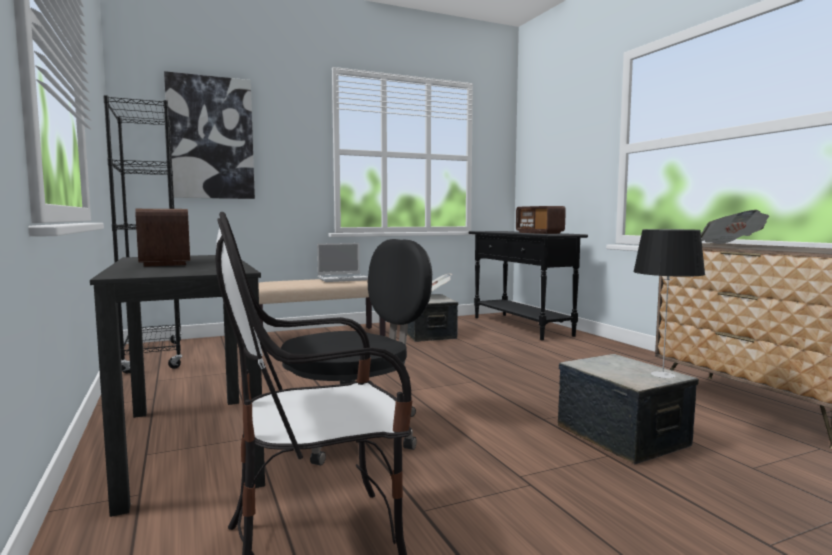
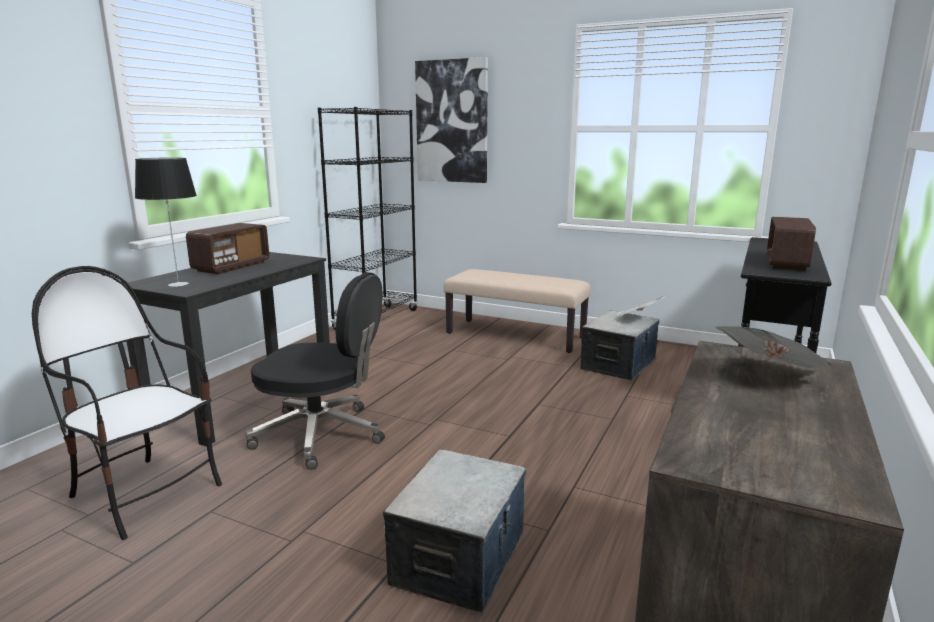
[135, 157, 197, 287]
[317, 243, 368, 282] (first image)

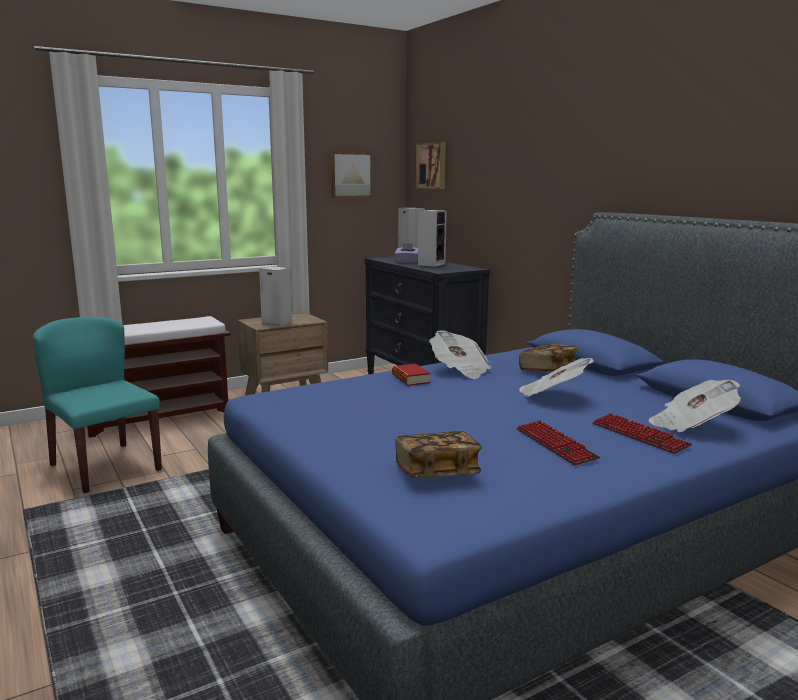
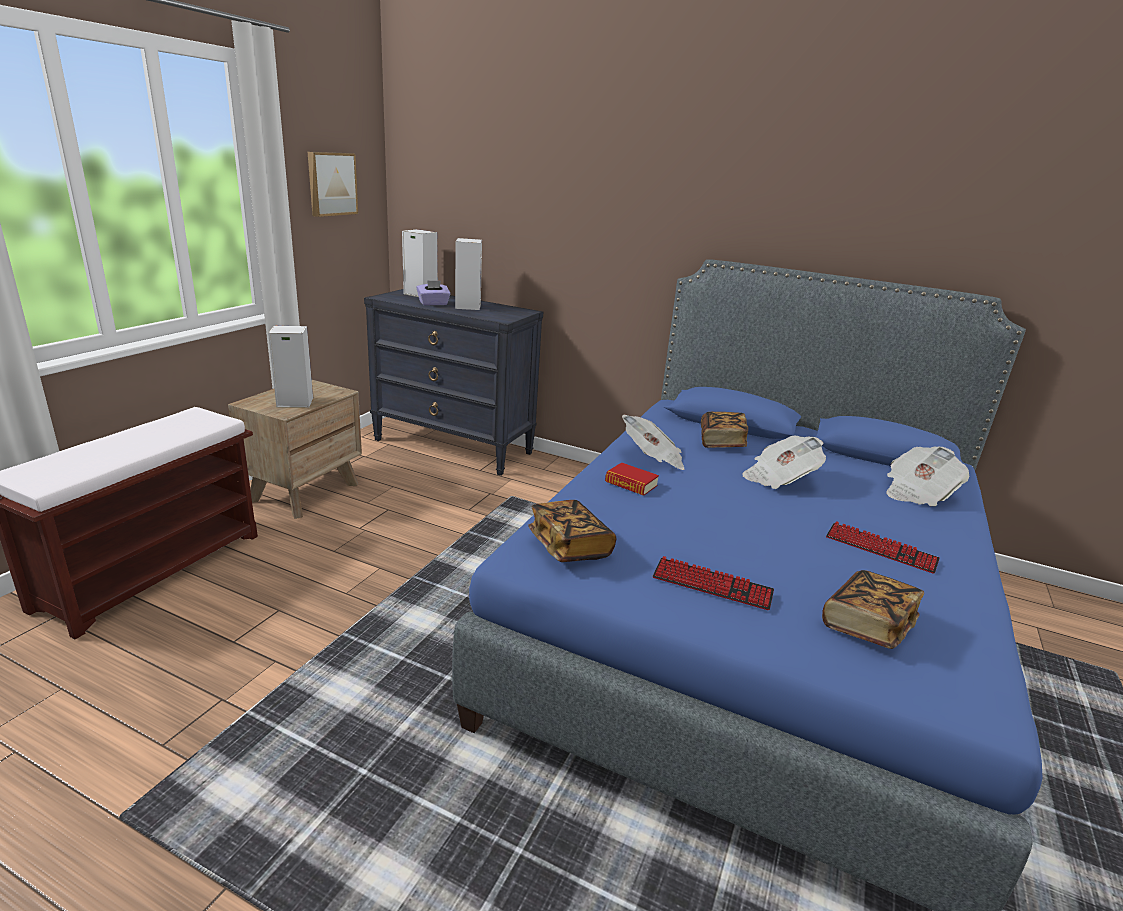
[528, 500, 616, 562]
[653, 556, 774, 610]
[33, 317, 162, 493] (first image)
[416, 142, 446, 189] (first image)

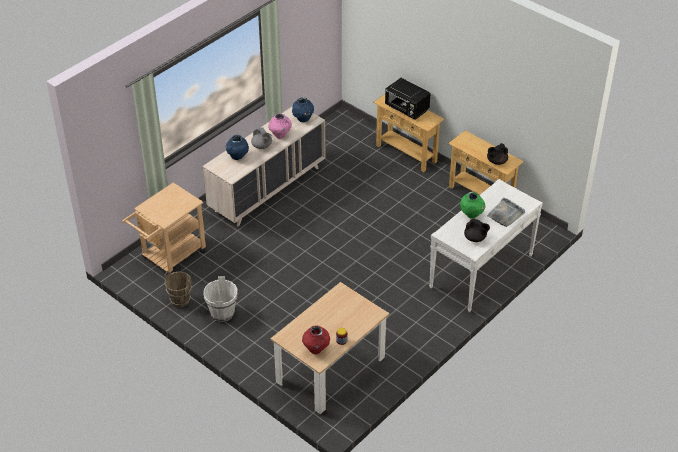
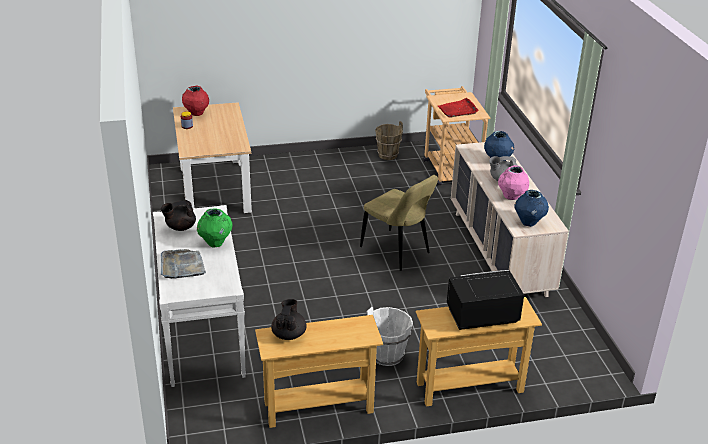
[360, 175, 438, 271]
[367, 307, 413, 366]
[438, 98, 479, 118]

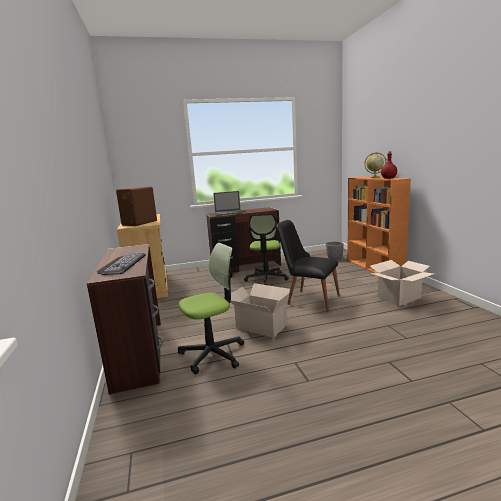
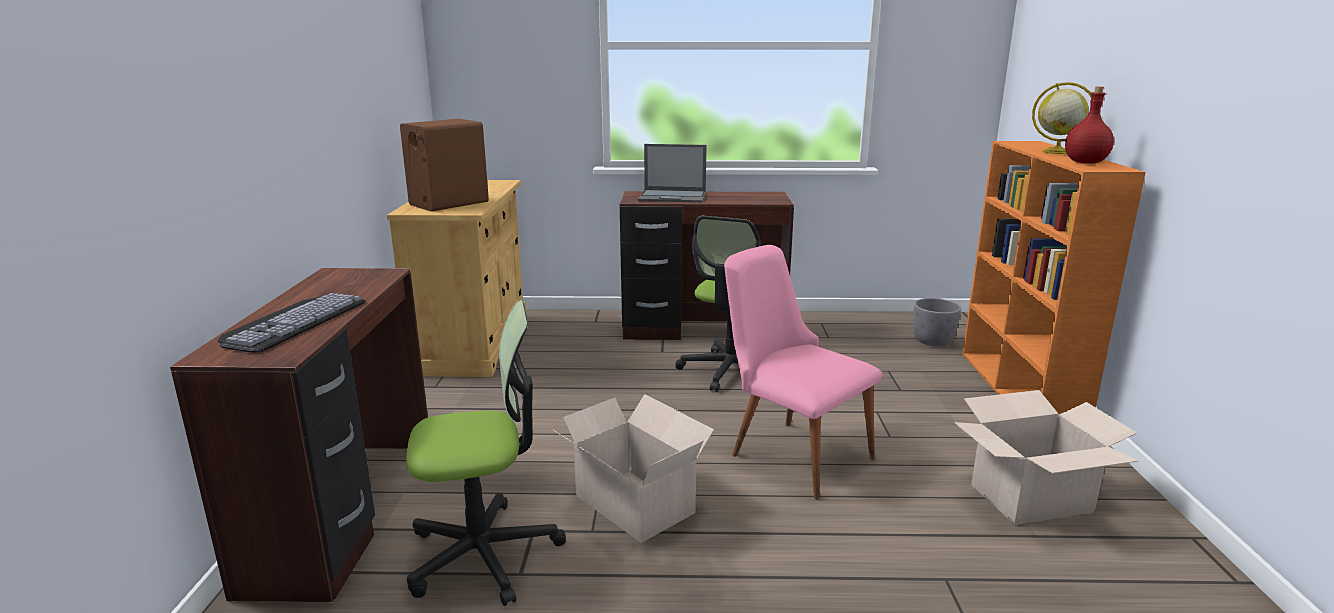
[724, 245, 882, 500]

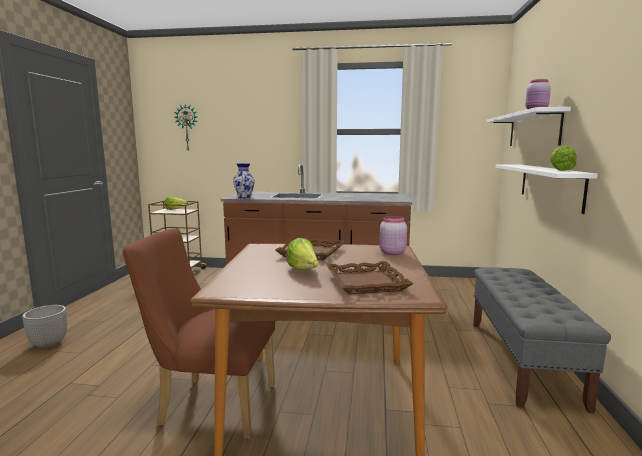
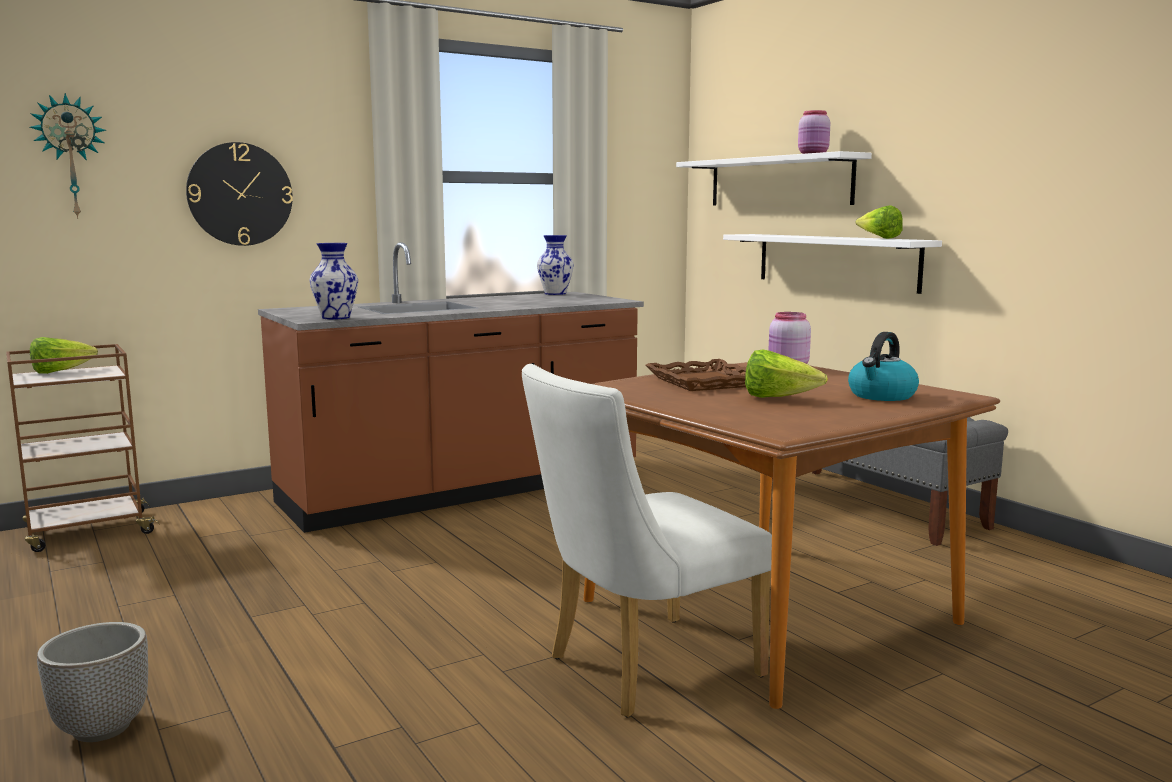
[186, 142, 293, 246]
[522, 364, 772, 718]
[537, 235, 574, 295]
[848, 332, 919, 401]

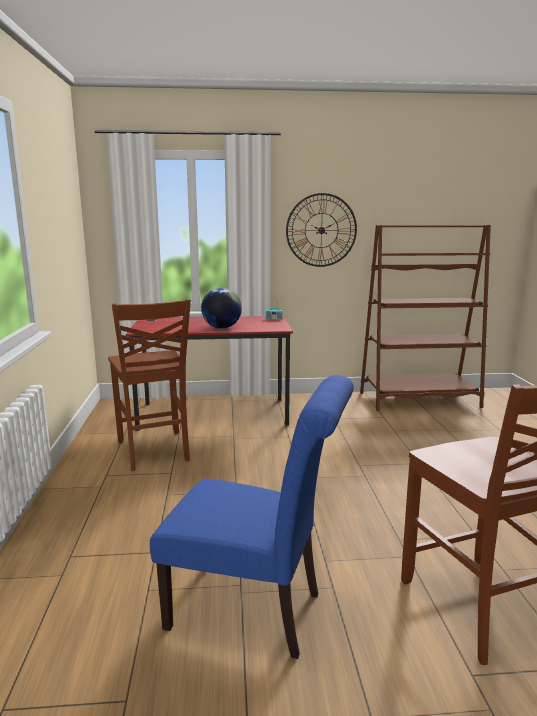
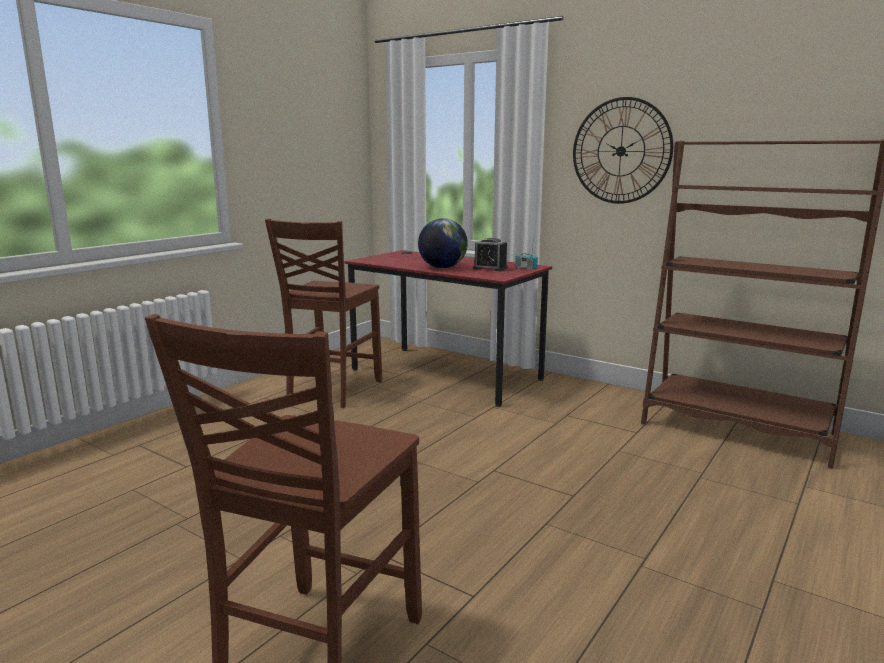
[473, 238, 508, 271]
[150, 375, 354, 659] (first image)

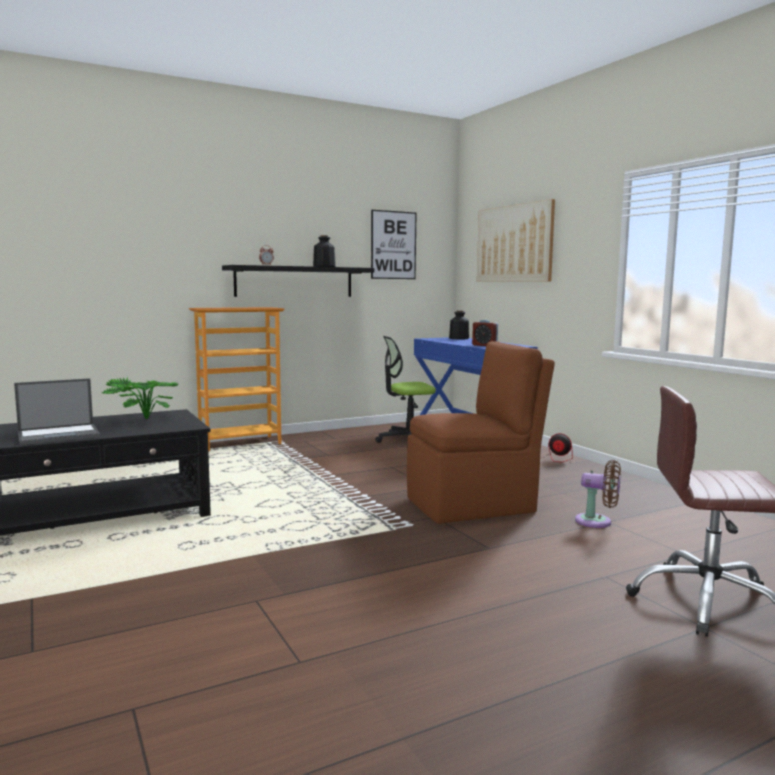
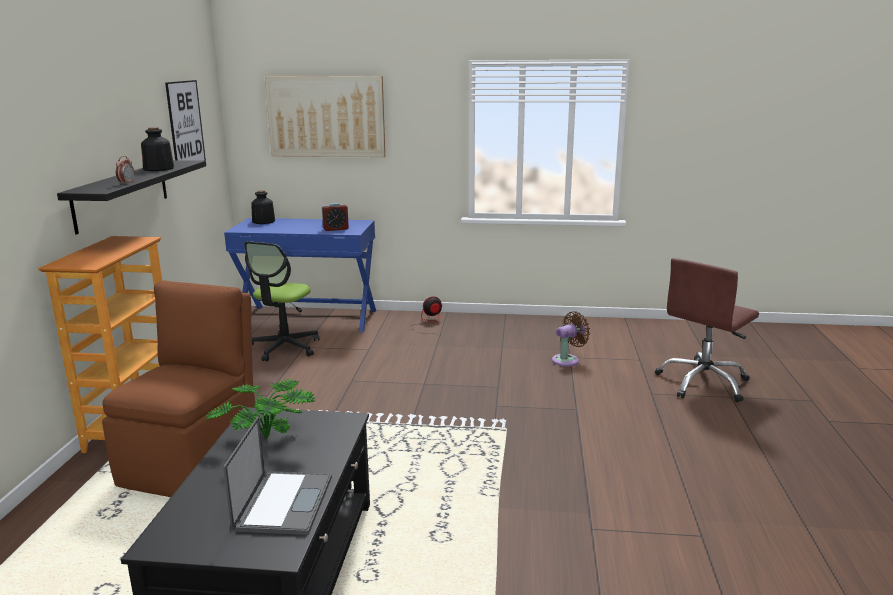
[102, 280, 256, 497]

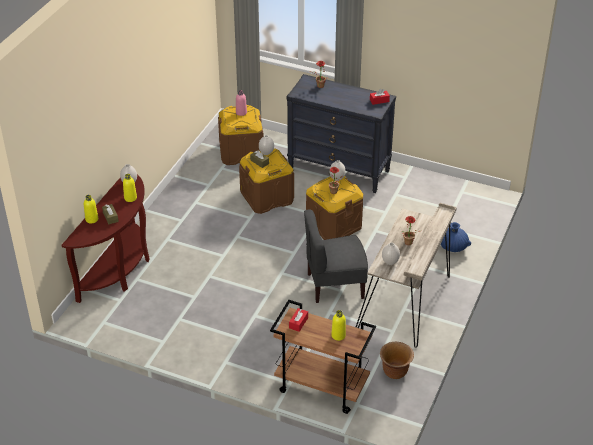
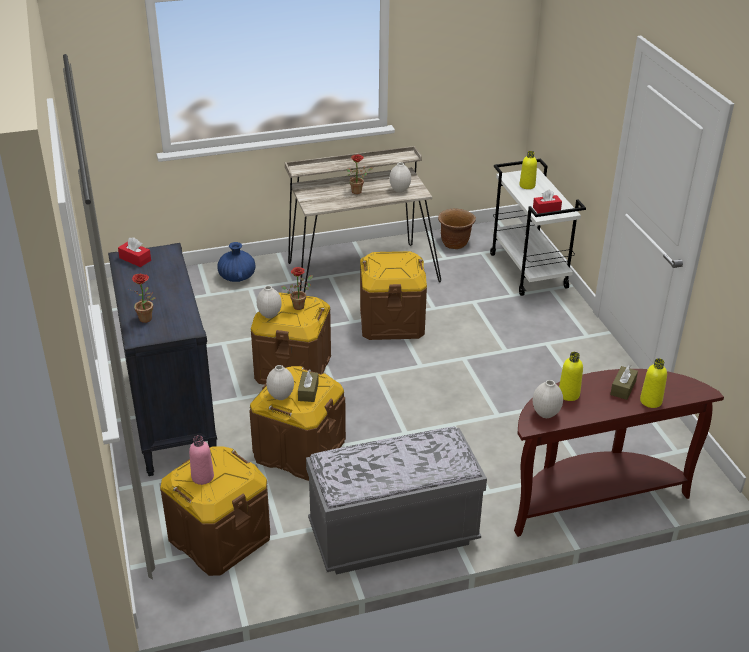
[306, 427, 487, 574]
[360, 251, 427, 340]
[490, 159, 586, 296]

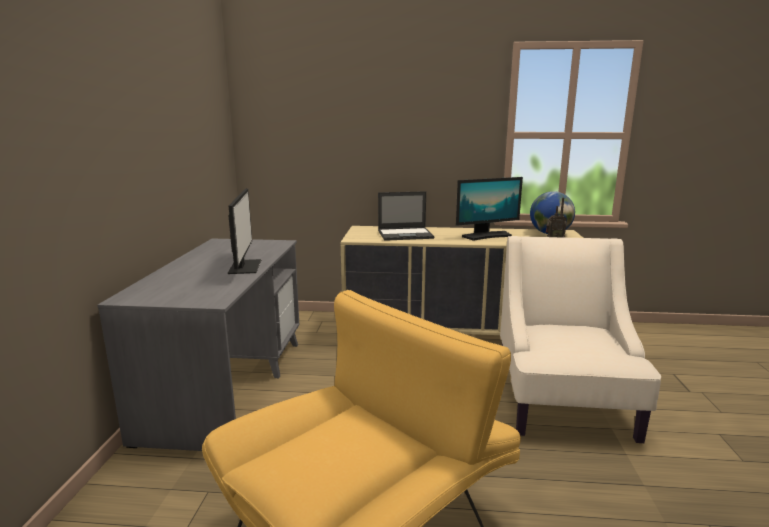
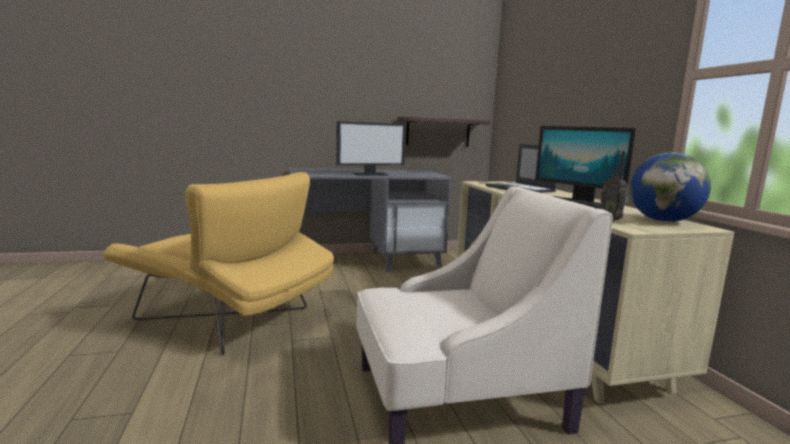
[397, 117, 491, 146]

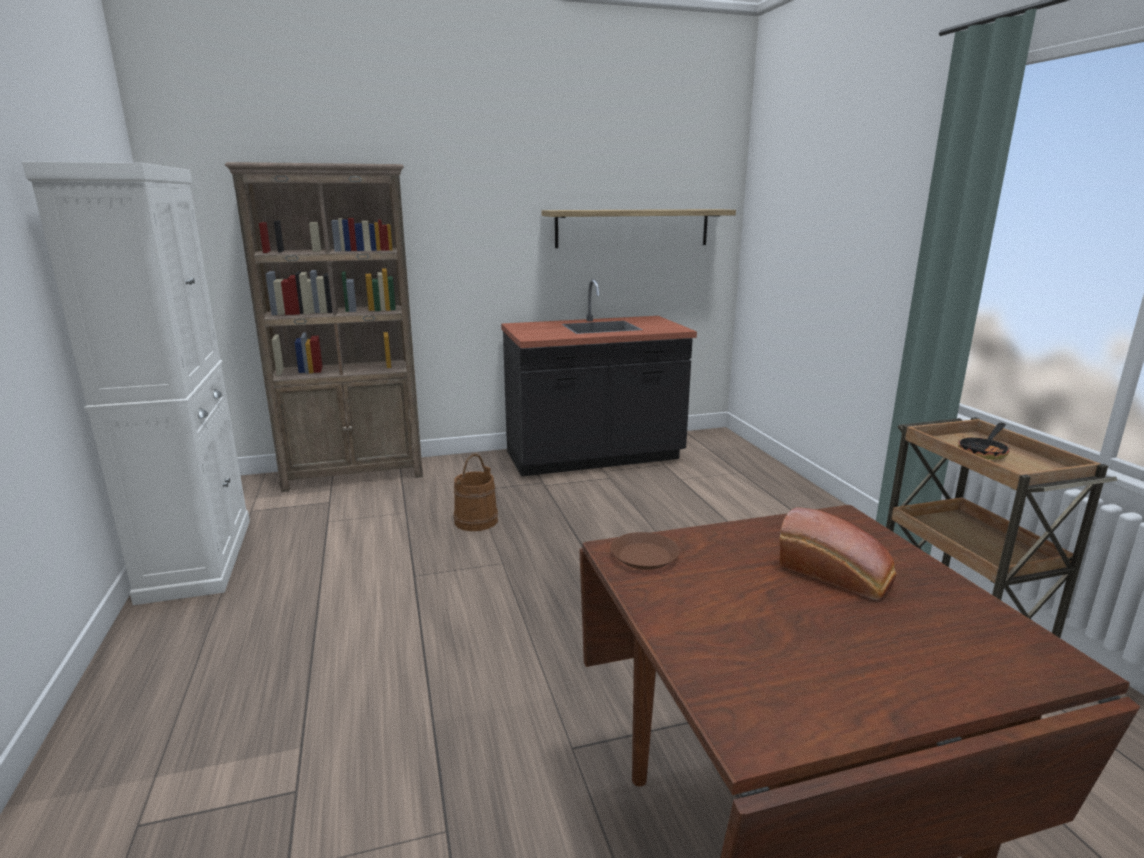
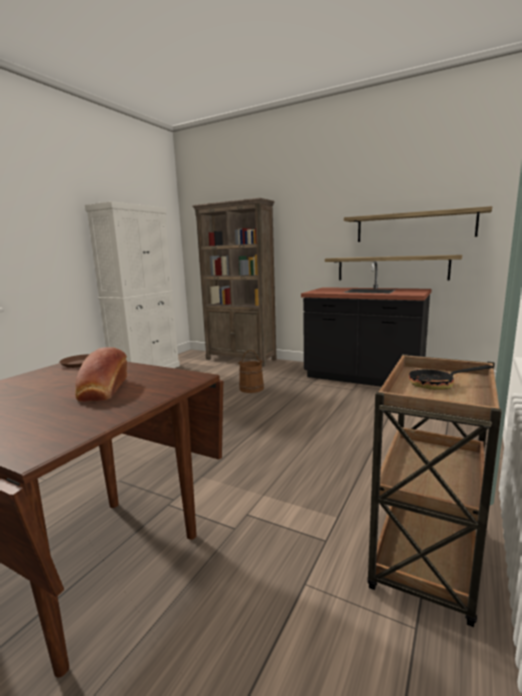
[325, 255, 462, 280]

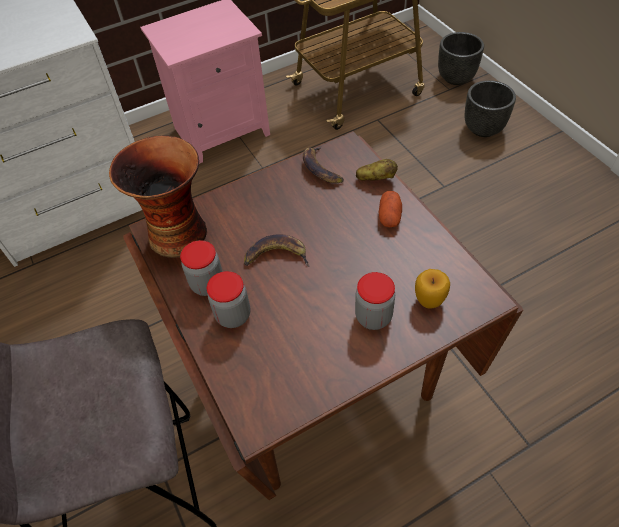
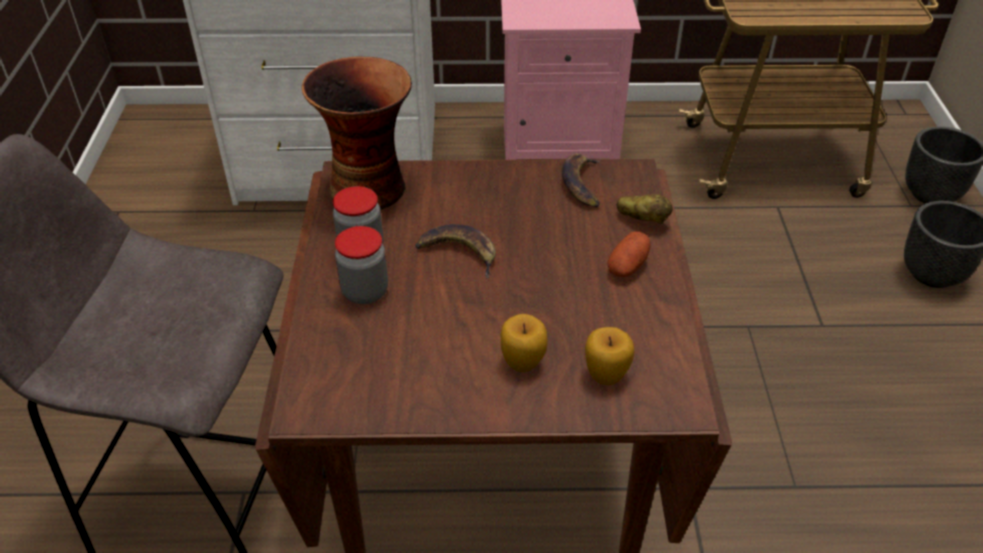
[501, 314, 548, 372]

